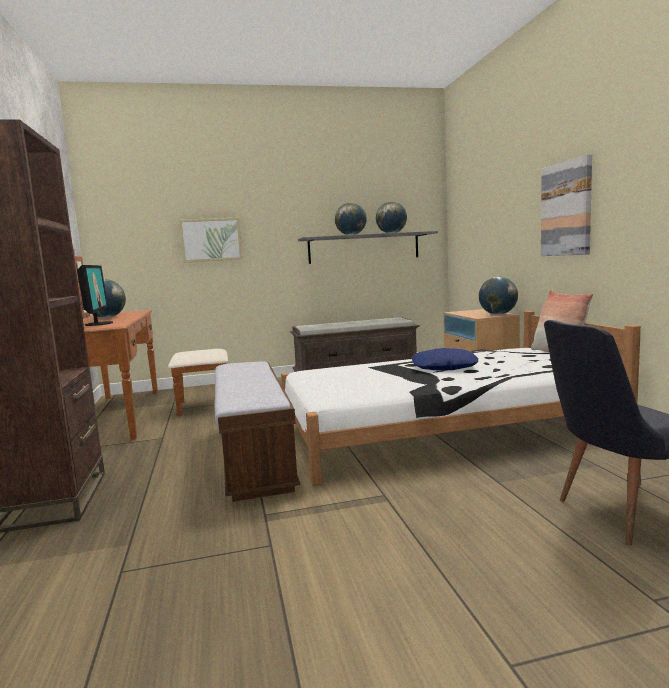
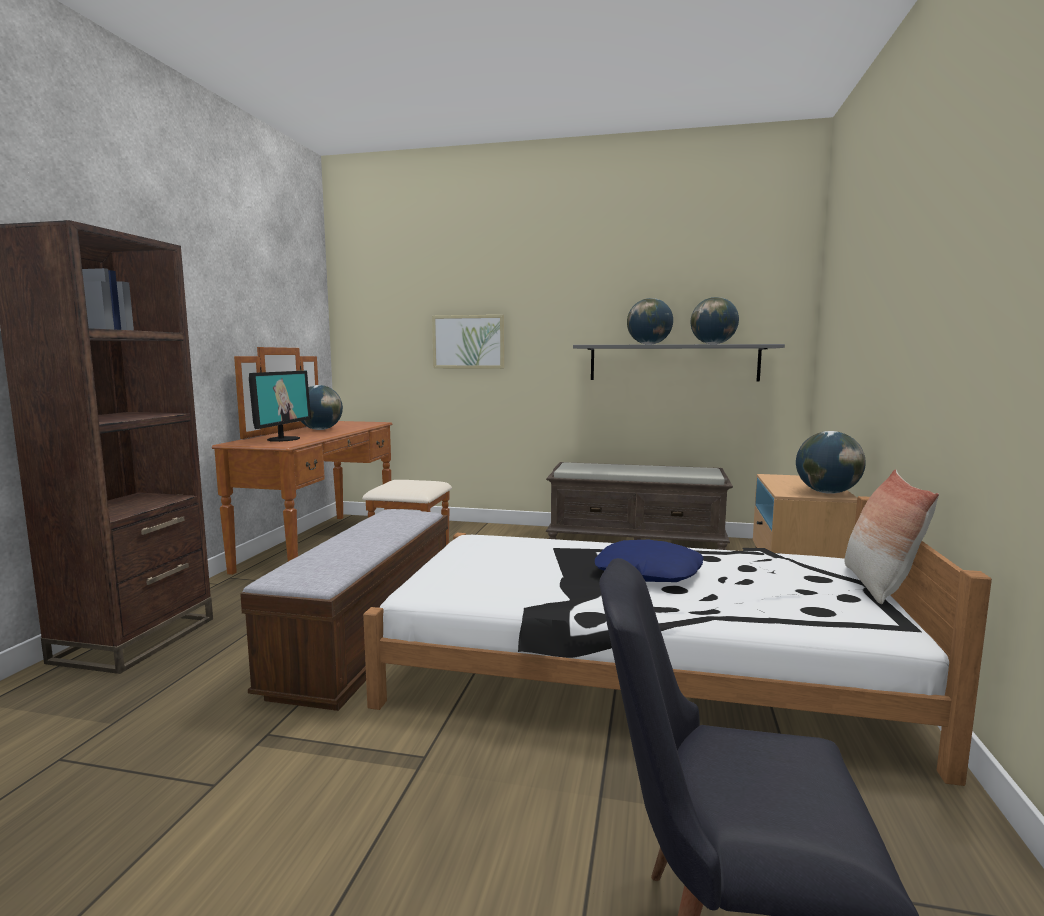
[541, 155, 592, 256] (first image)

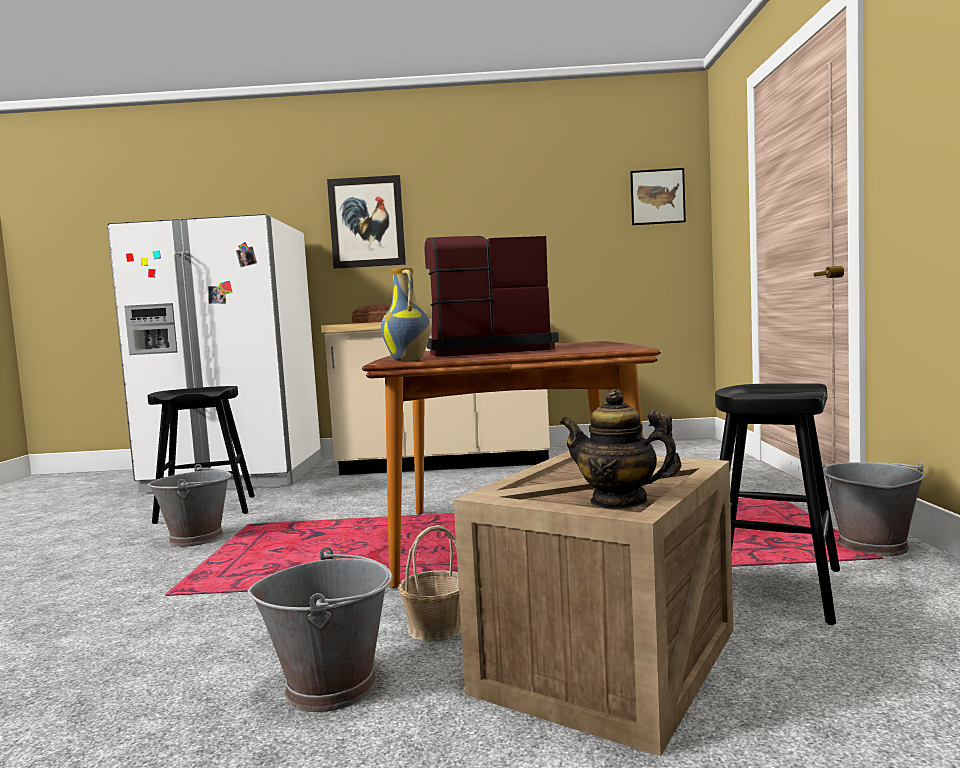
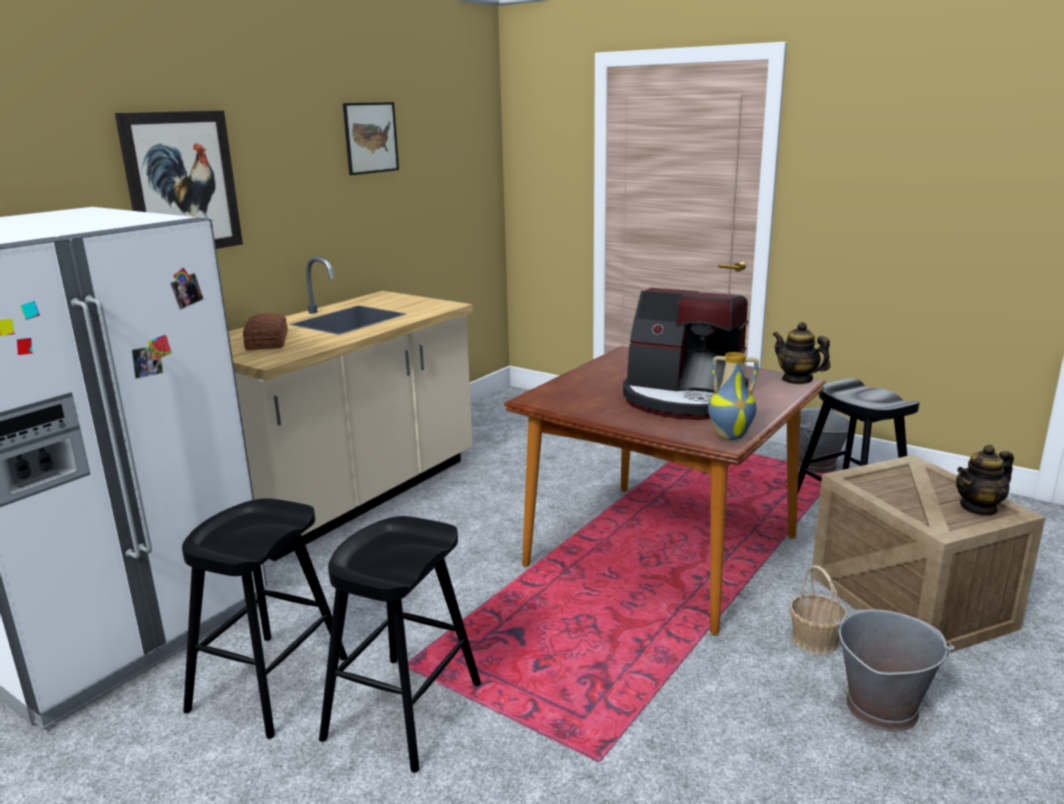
[319, 516, 481, 773]
[343, 102, 399, 175]
[623, 288, 748, 420]
[772, 322, 830, 384]

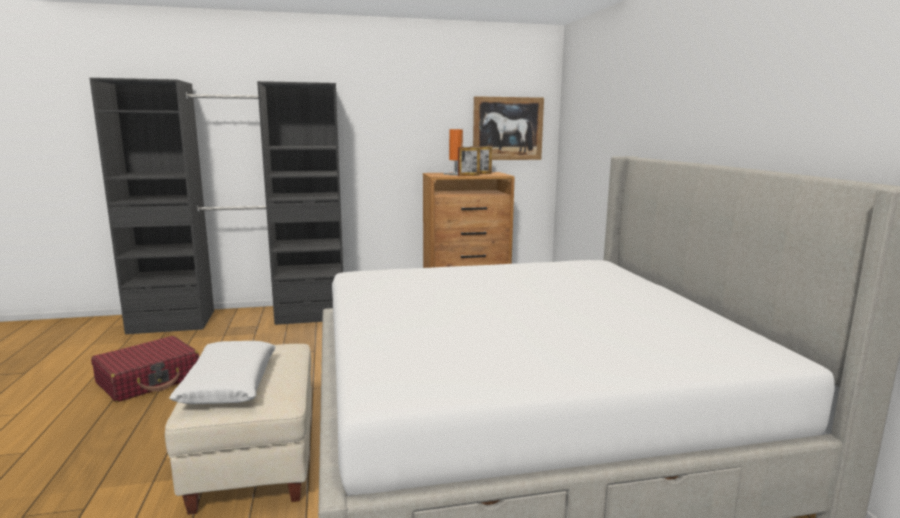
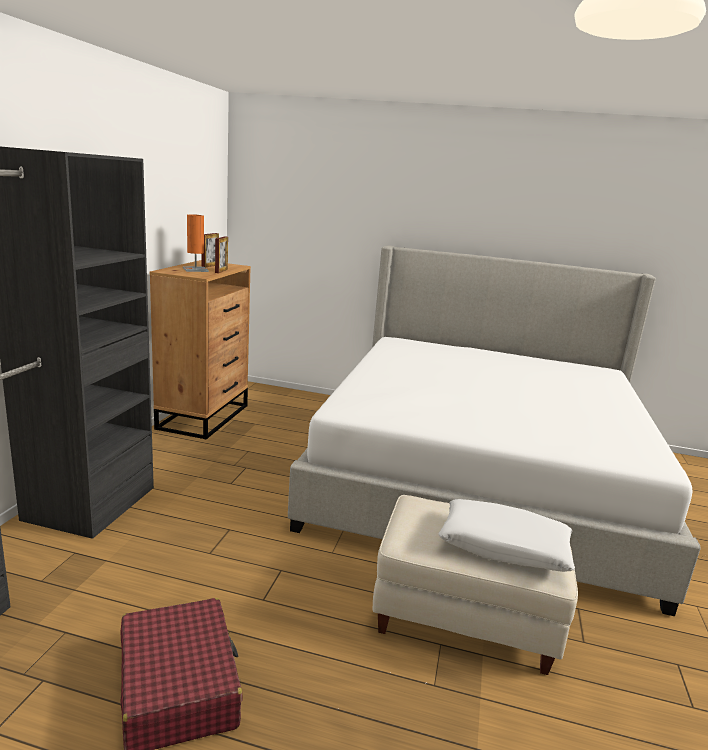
[473, 96, 544, 160] (first image)

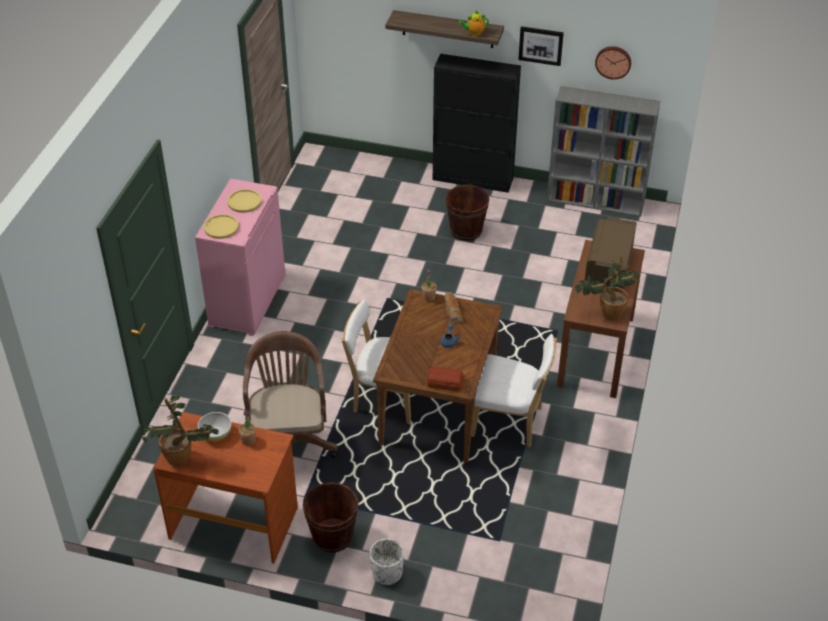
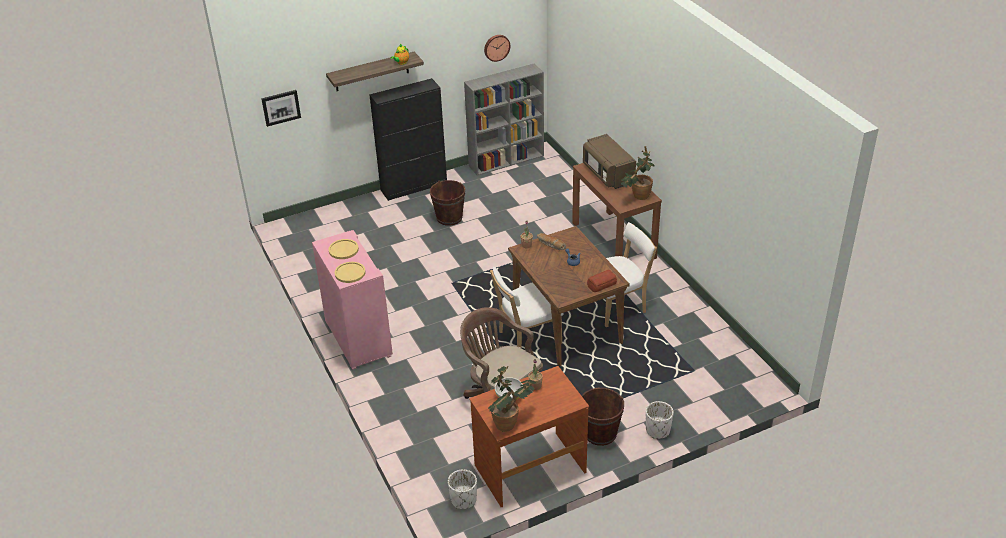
[261, 90, 301, 127]
[448, 469, 477, 509]

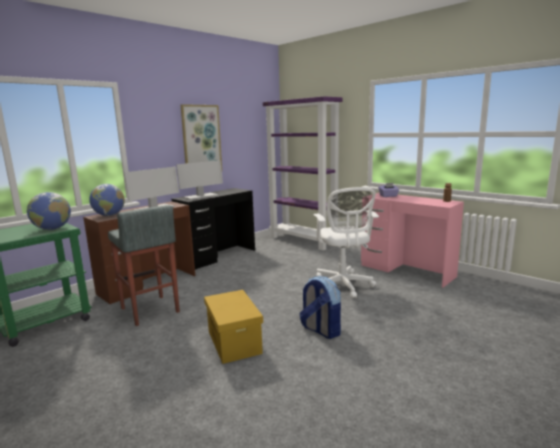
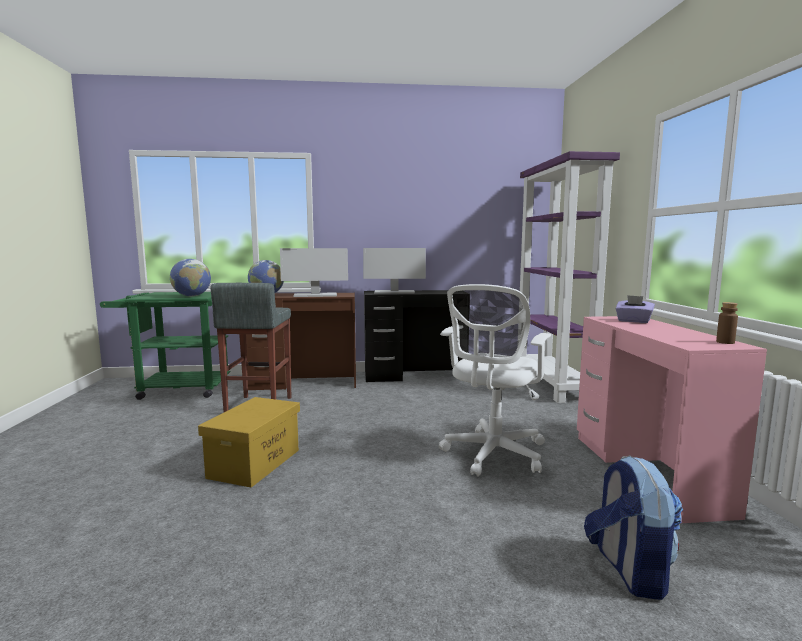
[584, 455, 683, 600]
[181, 104, 222, 170] (first image)

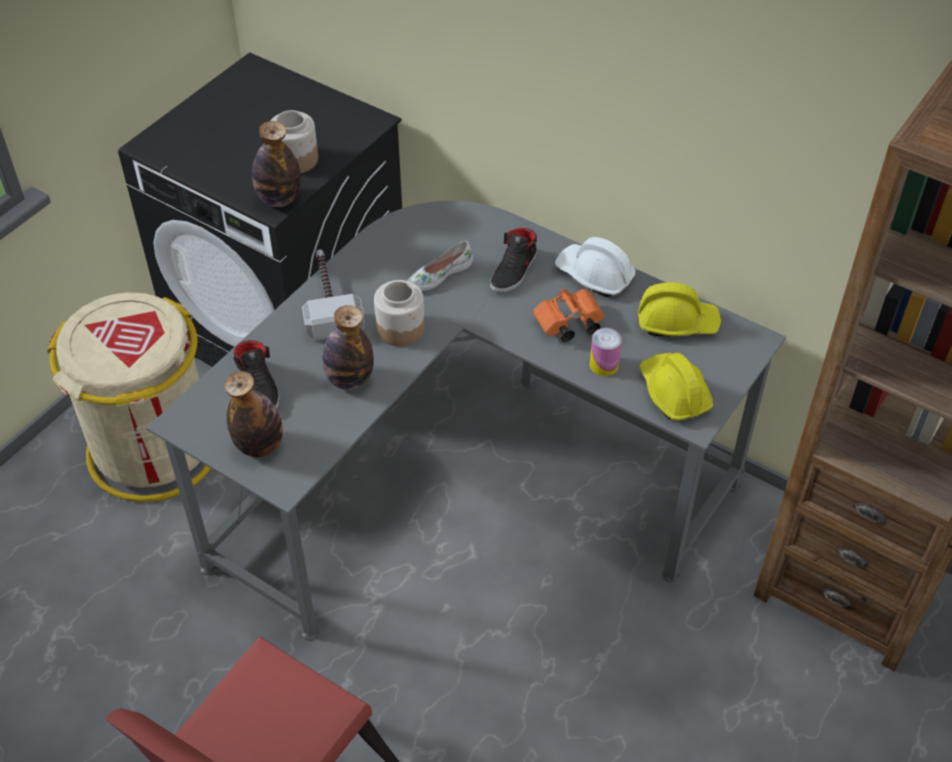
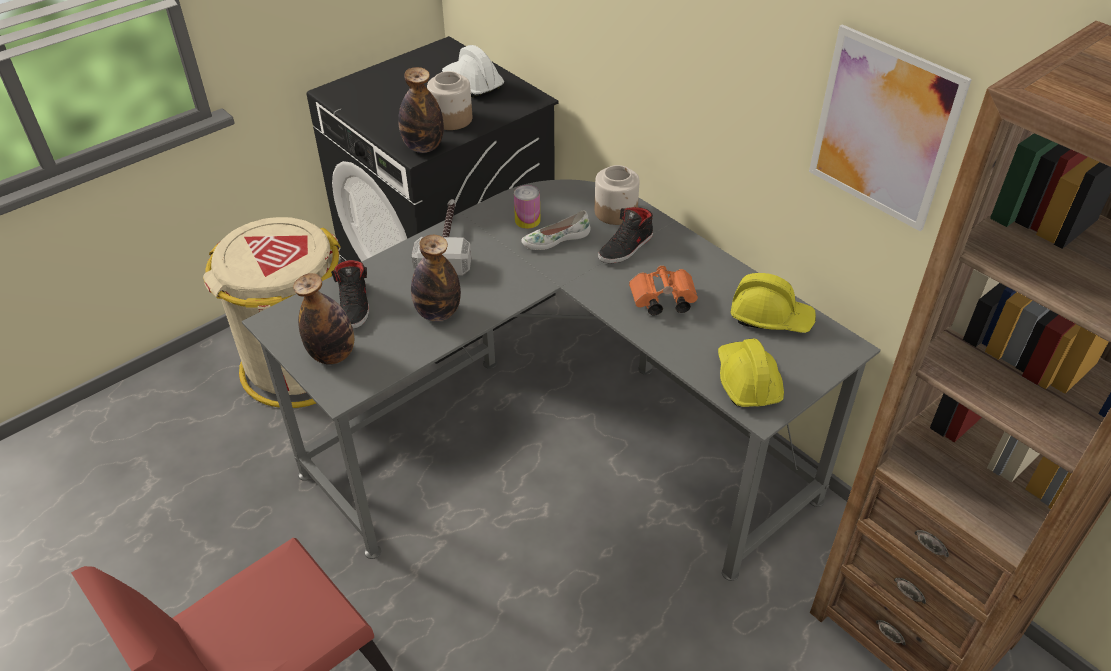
[442, 45, 504, 98]
[514, 185, 540, 229]
[595, 165, 640, 225]
[809, 24, 972, 231]

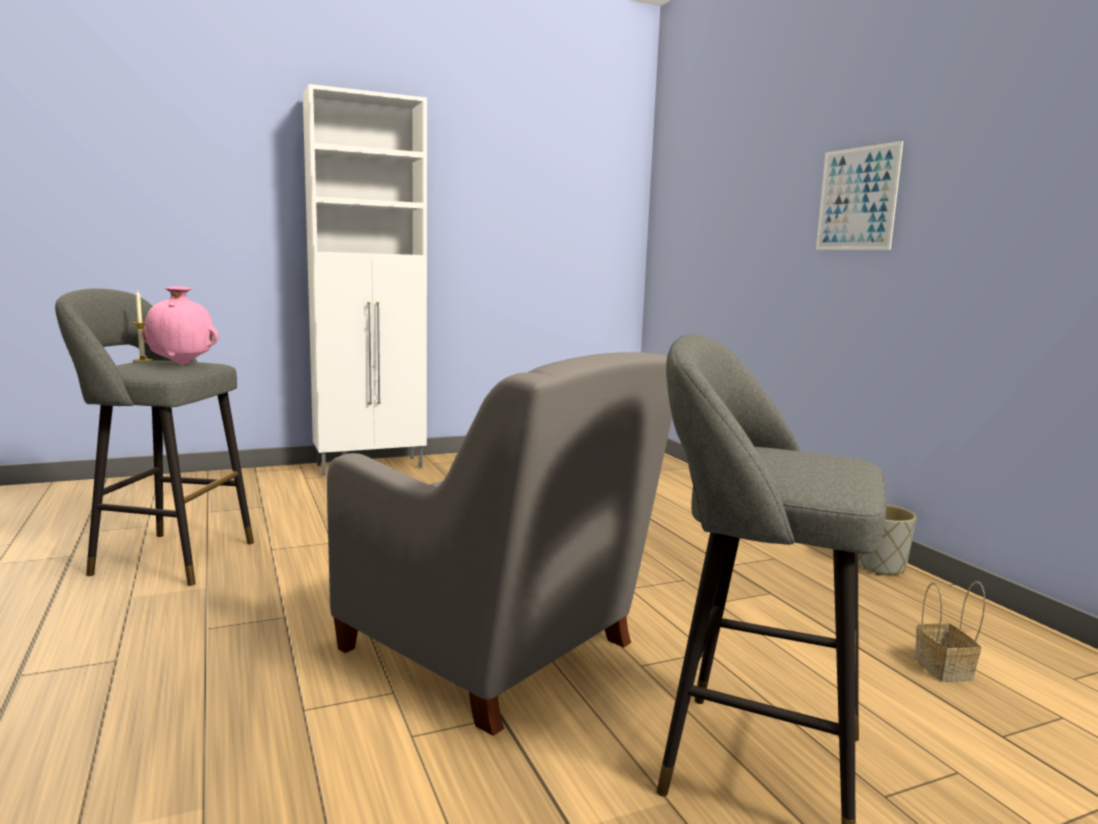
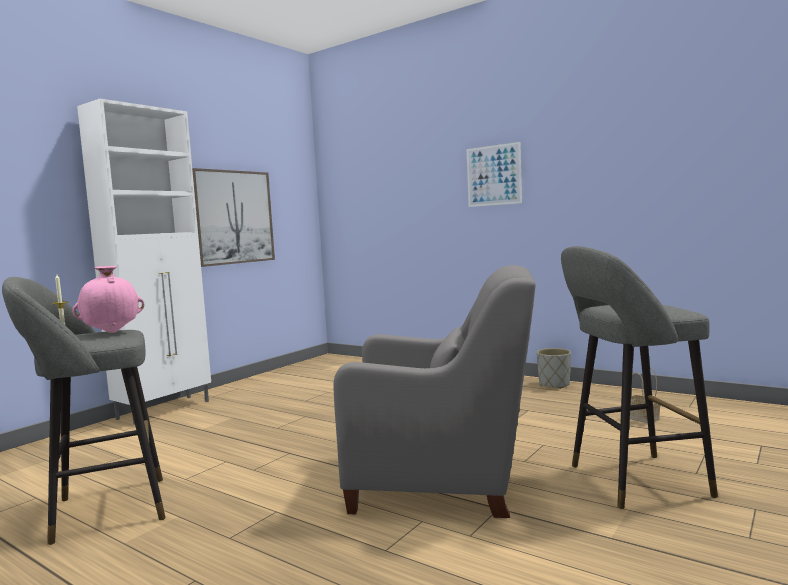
[192, 168, 275, 267]

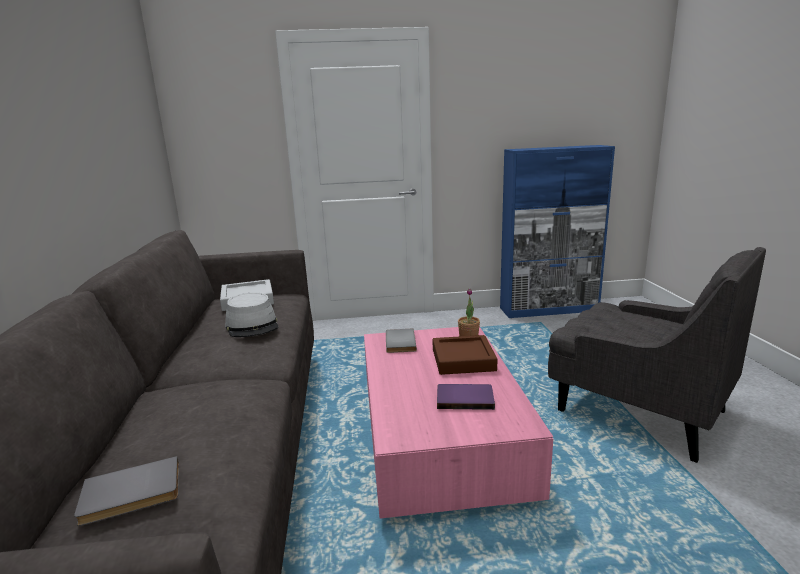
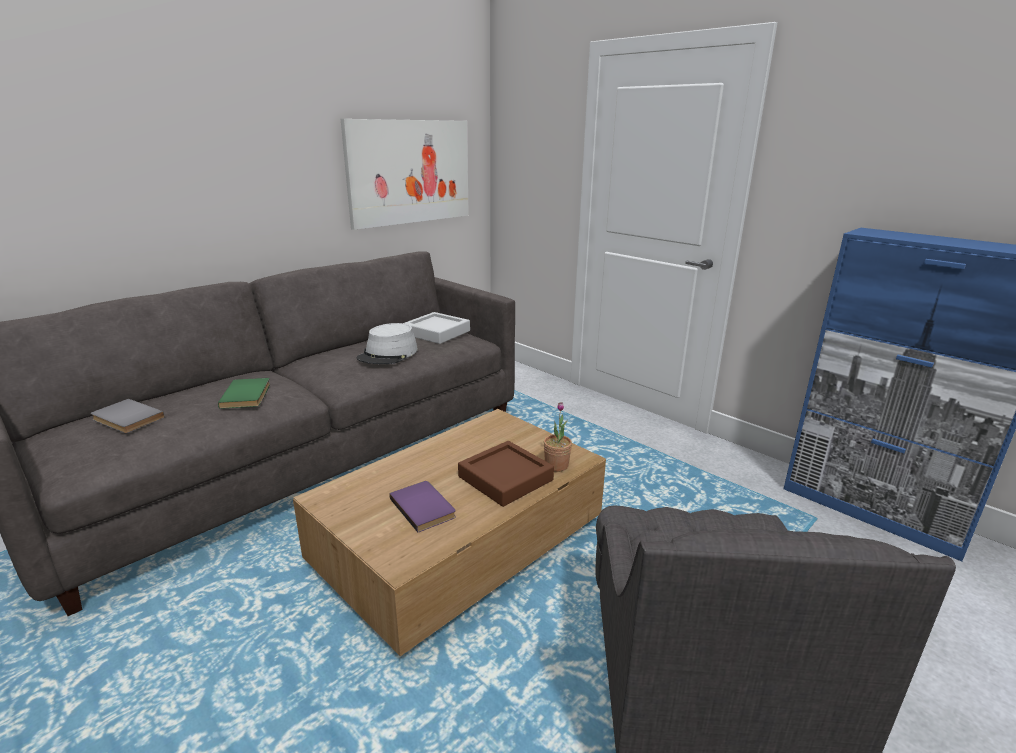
[218, 378, 270, 409]
[293, 409, 606, 656]
[341, 119, 469, 230]
[386, 329, 417, 353] (first image)

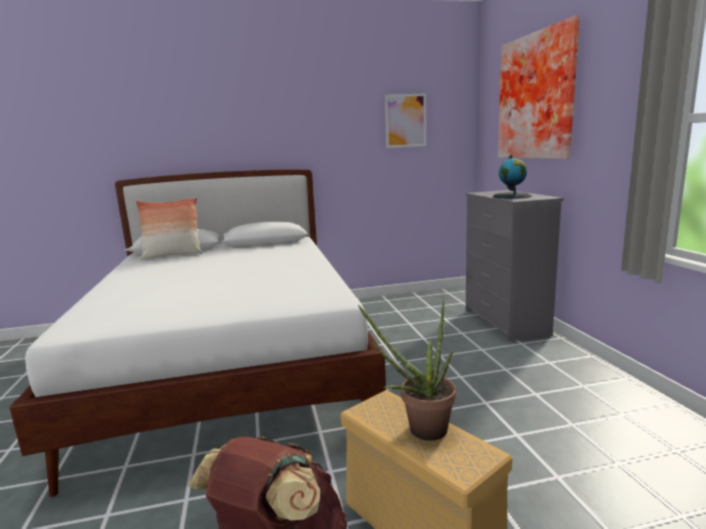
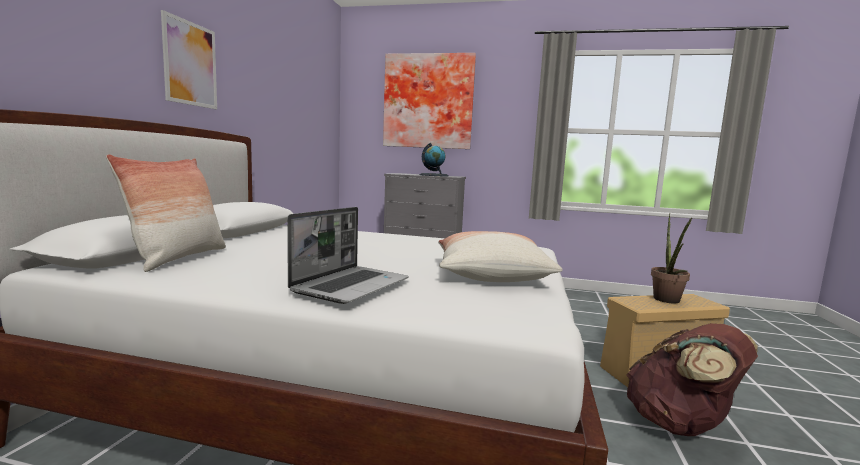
[161, 10, 217, 109]
[287, 207, 409, 304]
[438, 231, 563, 282]

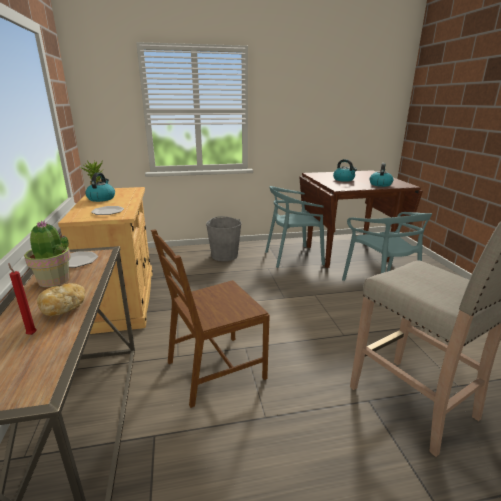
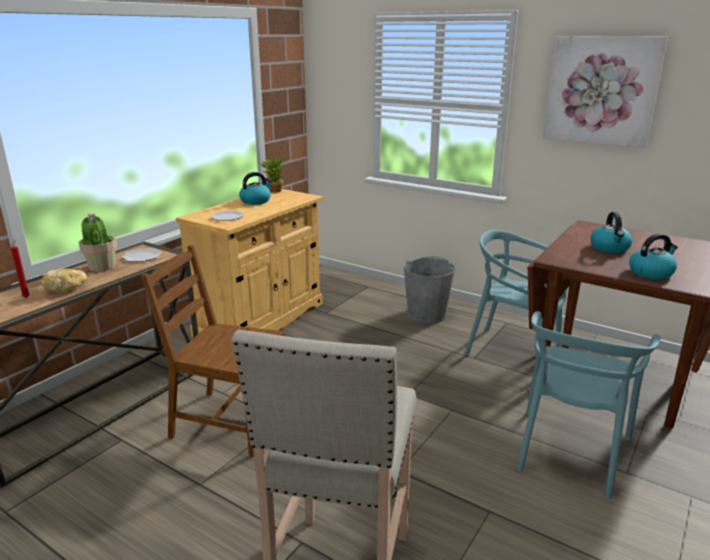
[542, 36, 668, 148]

